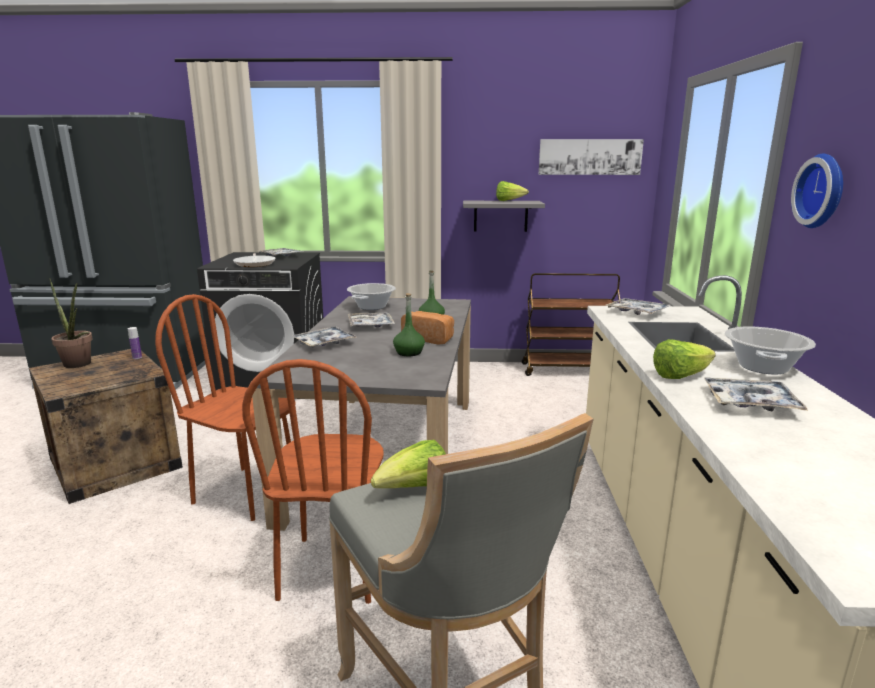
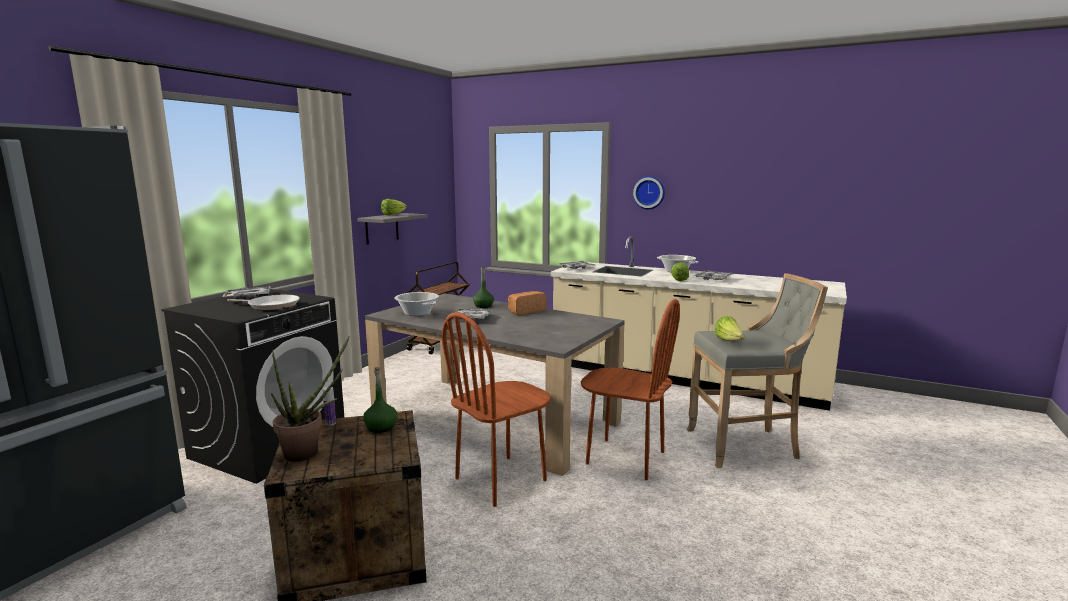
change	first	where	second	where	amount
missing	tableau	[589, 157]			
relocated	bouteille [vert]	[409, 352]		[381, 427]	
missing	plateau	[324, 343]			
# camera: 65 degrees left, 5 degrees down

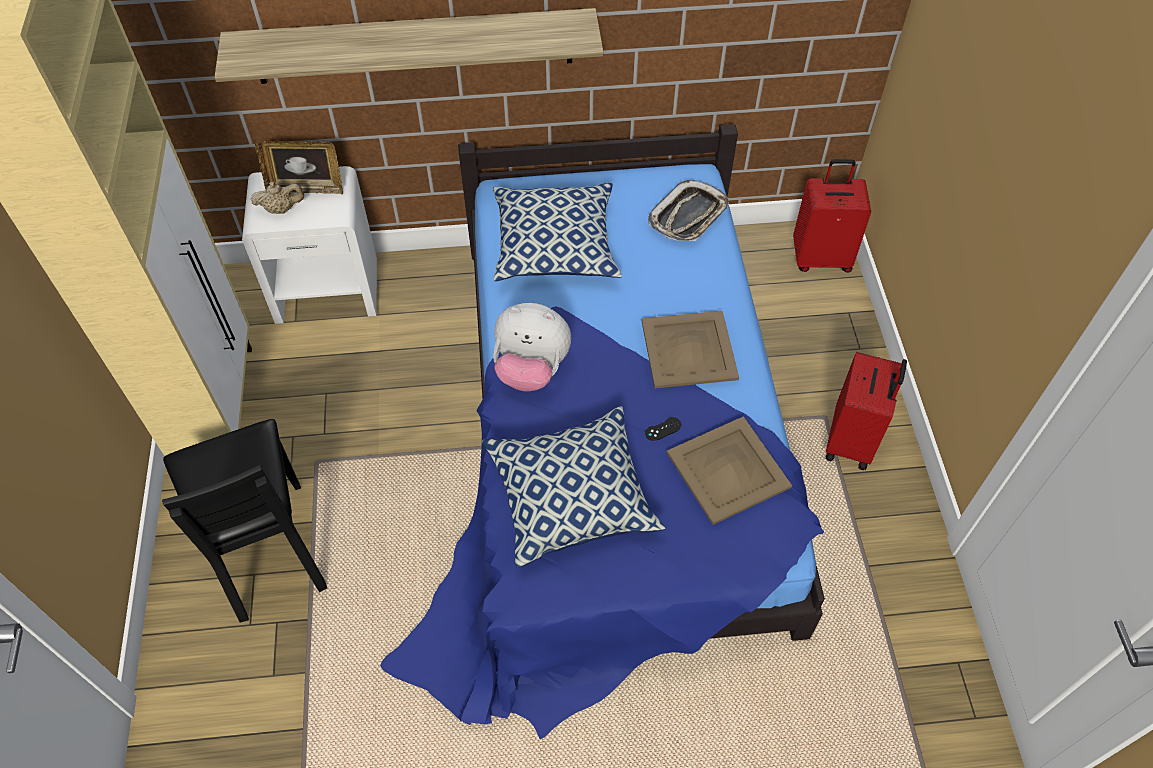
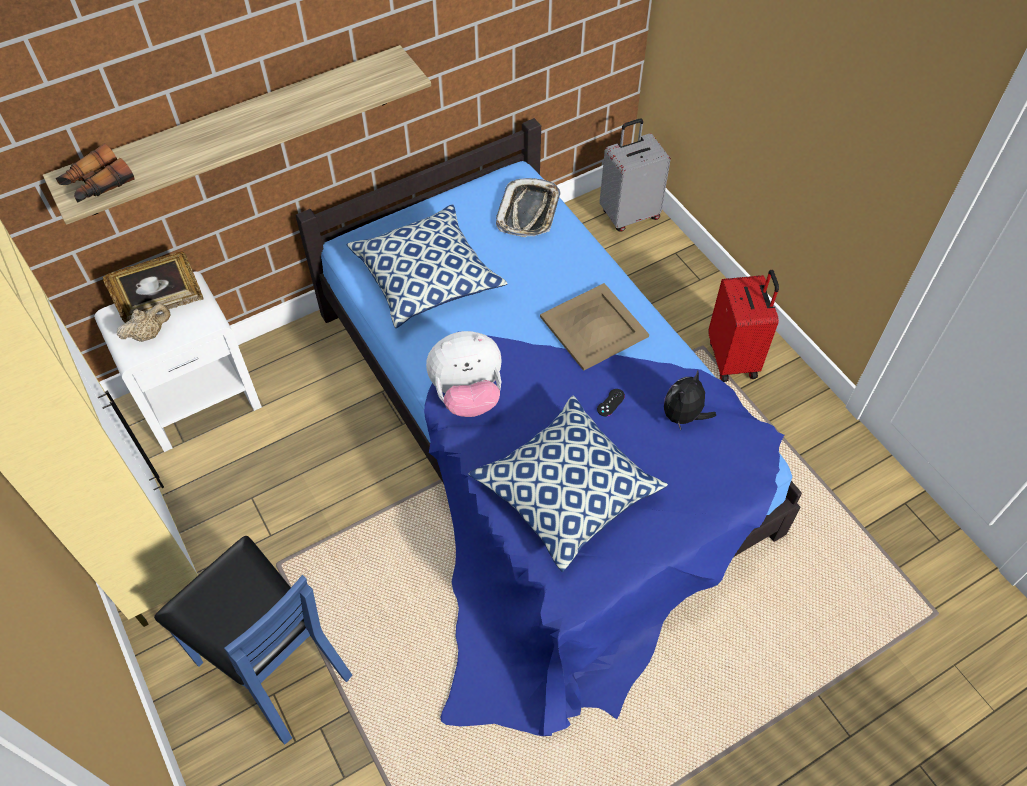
change	first	where	second	where	amount
colour	valise [rouge]	[821, 257]	valise [gris]	[629, 214]	
exchanged	plateau [beige]	[728, 471]	peluche	[683, 416]	
colour	chaise [noir]	[267, 549]	chaise [bleu]	[274, 665]	
appeared			jumelles	[97, 184]	
# camera: 25 degrees left, 0 degrees up

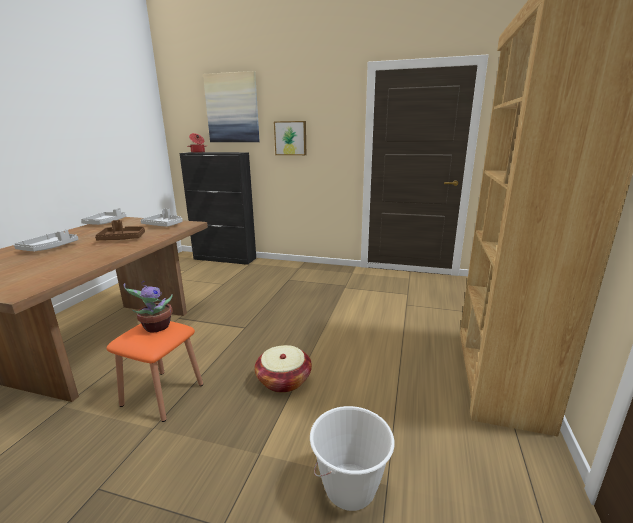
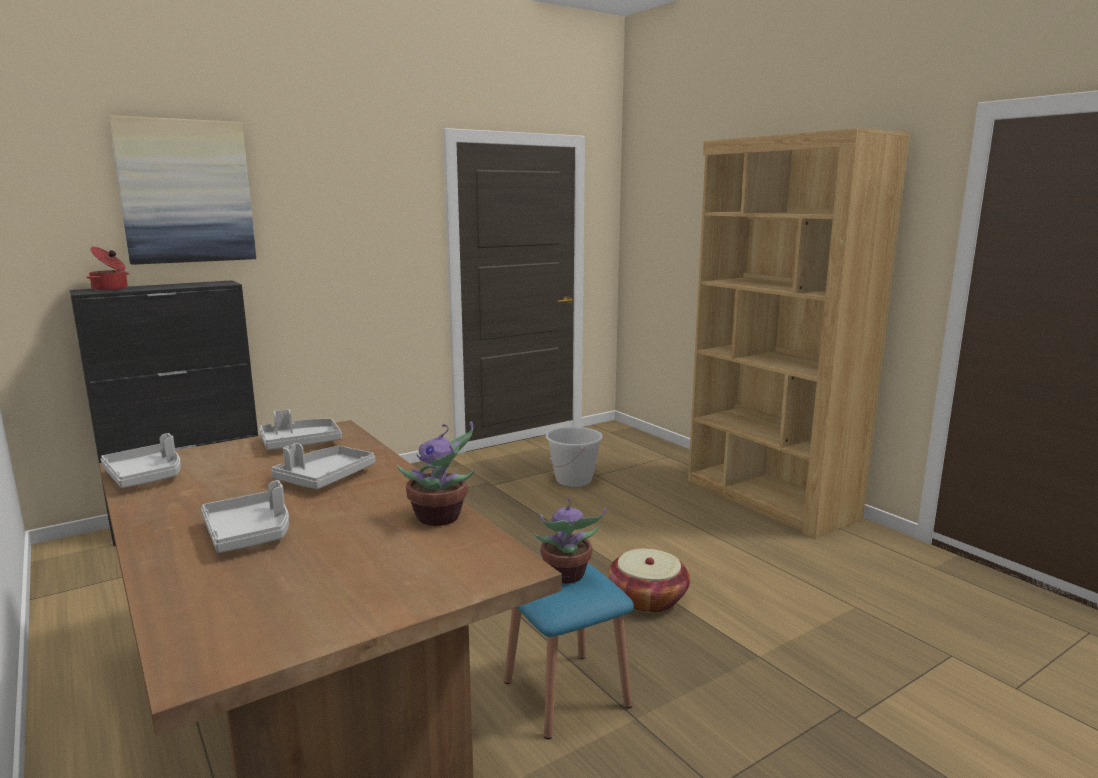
change	first	where	second	where	amount
missing	tableau	[290, 138]			
colour	plateau [marron]	[122, 239]	plateau [gris]	[325, 478]	
colour	tabouret [orange]	[163, 394]	tabouret [bleu]	[566, 693]	
relocated	seau [blanc]	[350, 487]		[574, 480]	
appeared			plante en pot	[441, 518]	
# camera: 50 degrees left, 5 degrees down

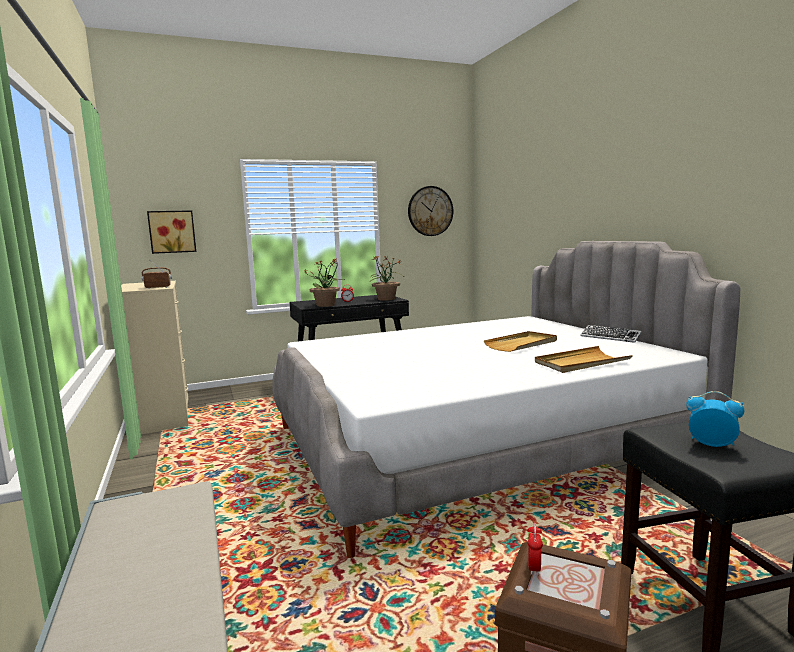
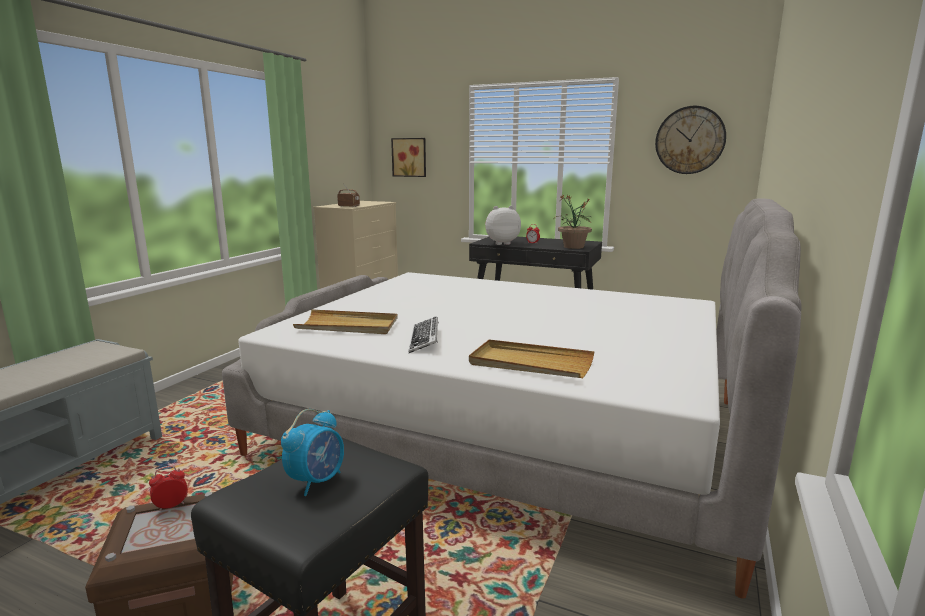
change	first	where	second	where	amount
exchanged	plante en pot	[326, 305]	peluche	[501, 243]	
relocated	clavier	[610, 337]		[424, 339]	
relocated	plateau [beige]	[522, 344]		[348, 326]	
spun	réveil	[711, 444]		[317, 480]	45 degrees clockwise
# camera: 45 degrees right, 5 degrees up

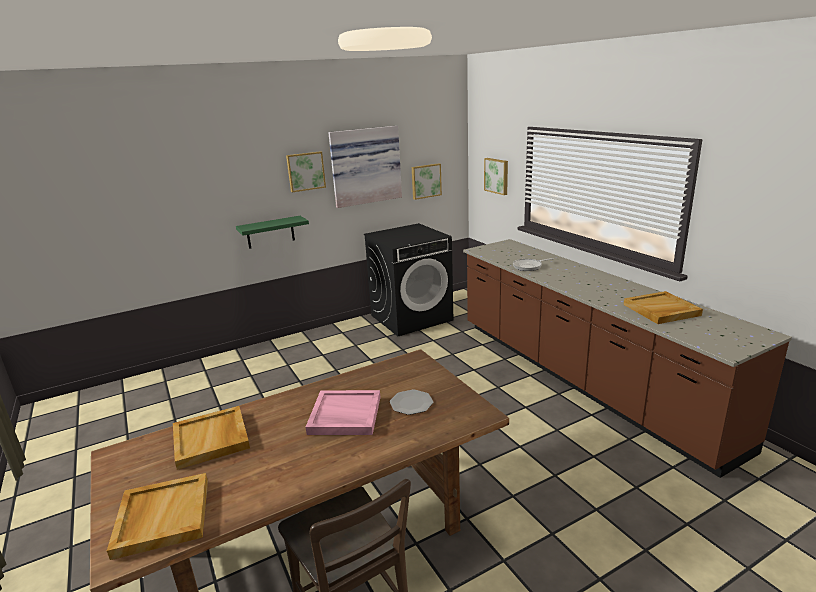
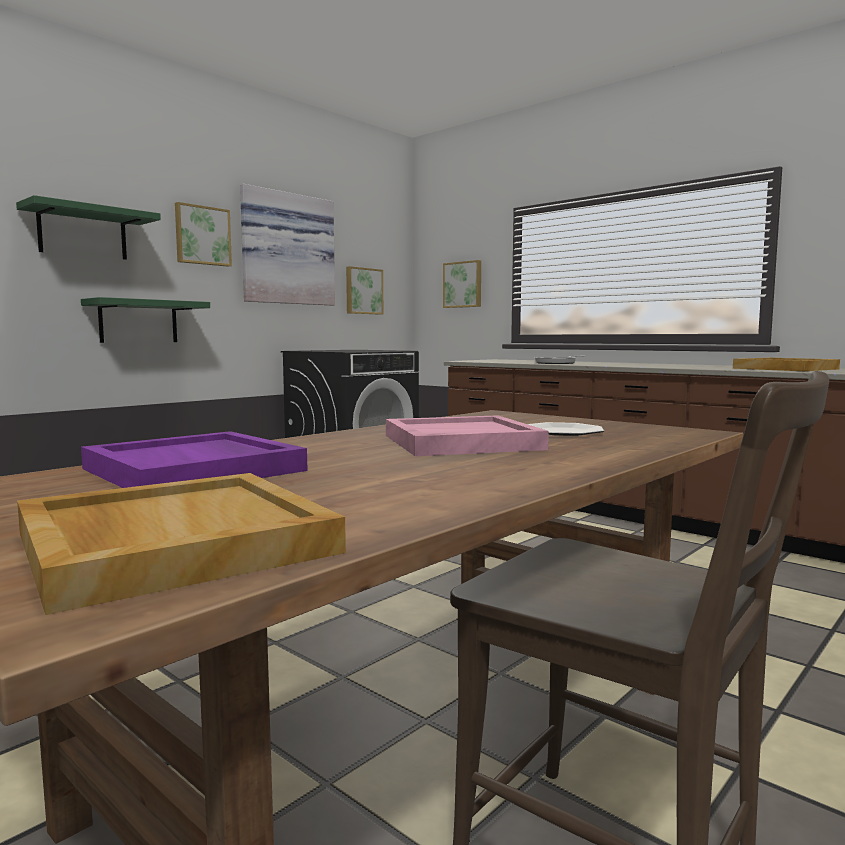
change	first	where	second	where	amount
colour	plateau [beige]	[212, 439]	plateau [violet]	[196, 469]	
appeared			étagère [vert]	[83, 233]	
# camera: 20 degrees left, 15 degrees down

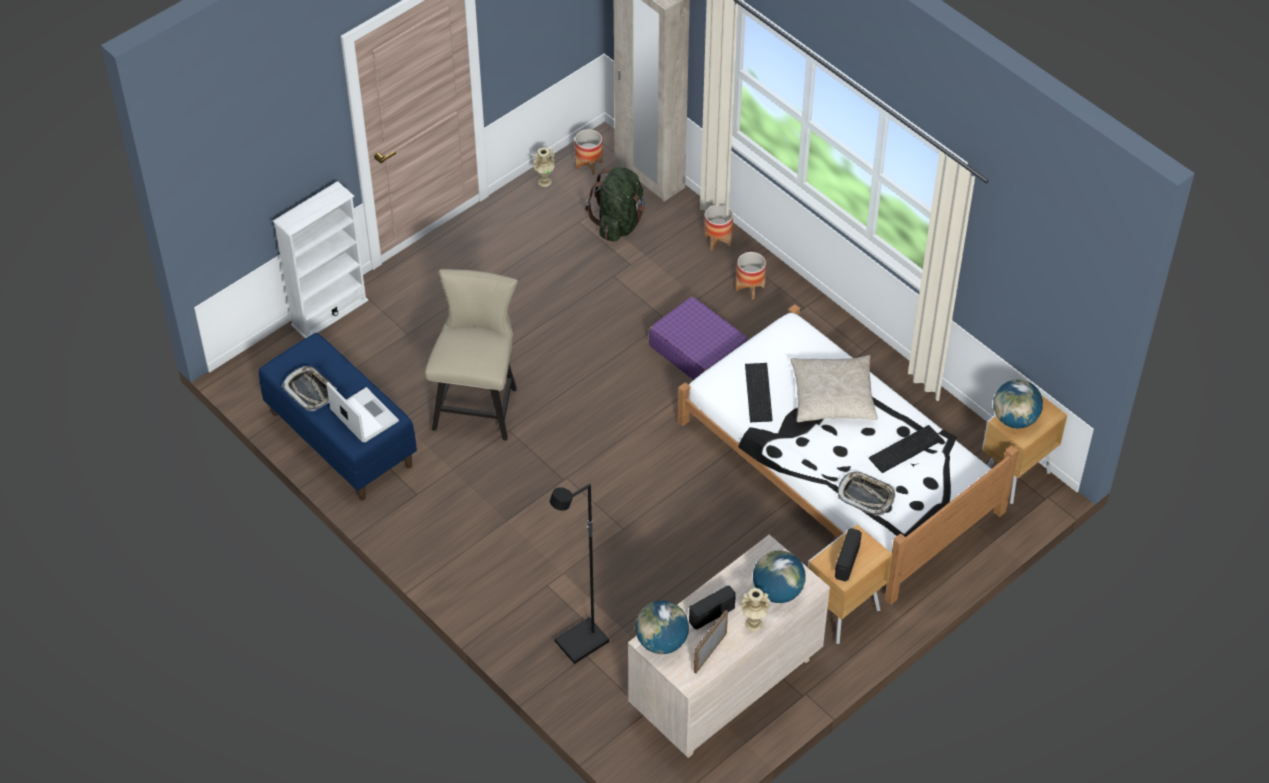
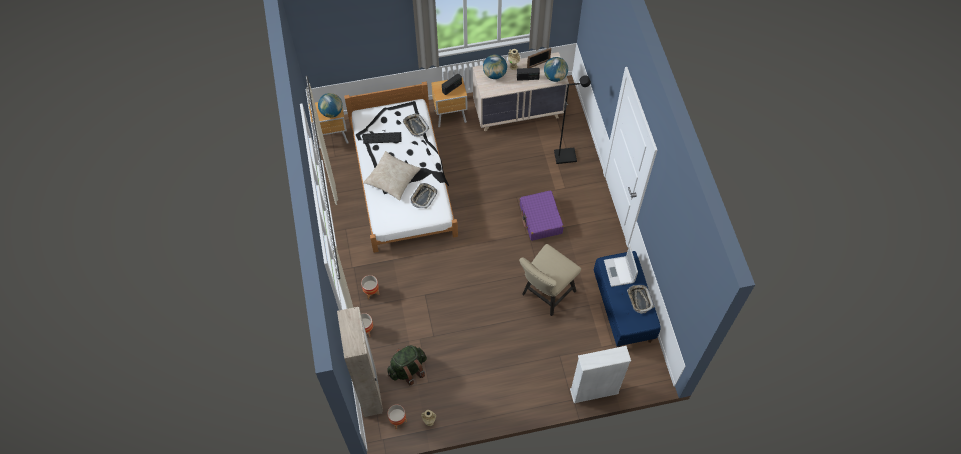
change	first	where	second	where	amount
relocated	valise [violet]	[698, 351]		[540, 219]	
exchanged	clavier	[760, 393]	plateau	[423, 197]	
# camera: 150 degrees left, 10 degrees up

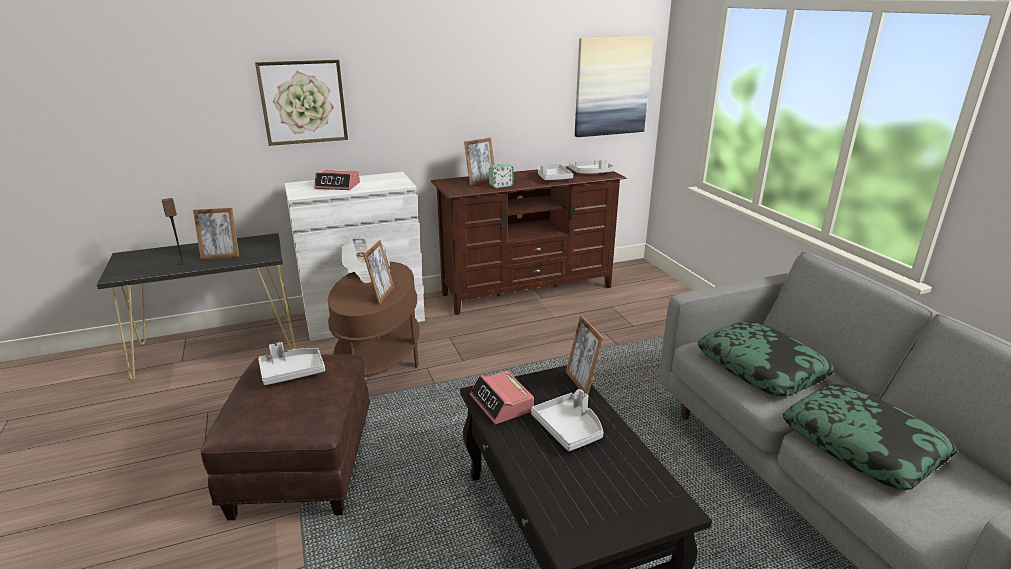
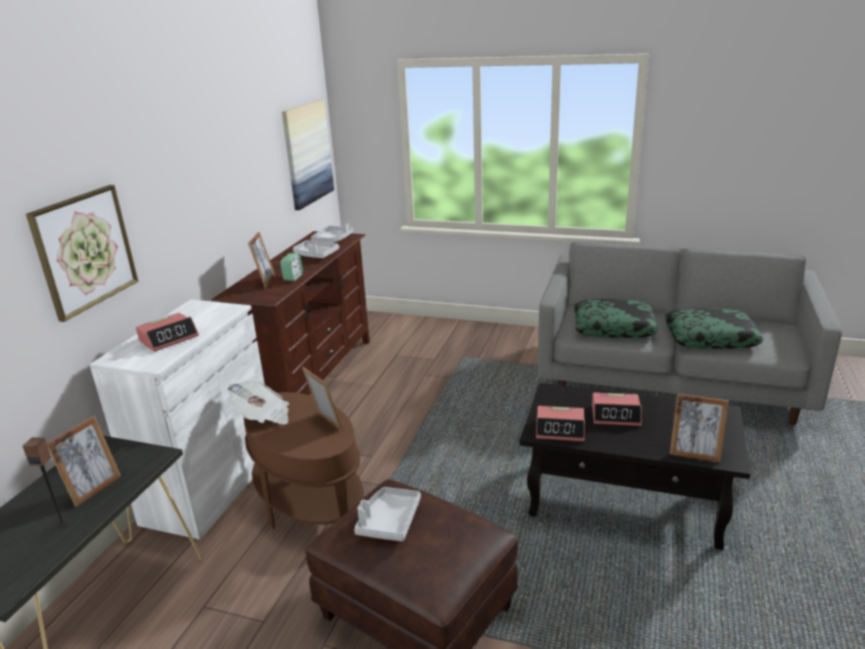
change	first	where	second	where	amount
relocated	cadre photo	[581, 383]		[694, 454]	
exchanged	plateau [gris]	[569, 429]	réveil	[616, 415]	
# camera: 50 degrees left, 0 degrees up

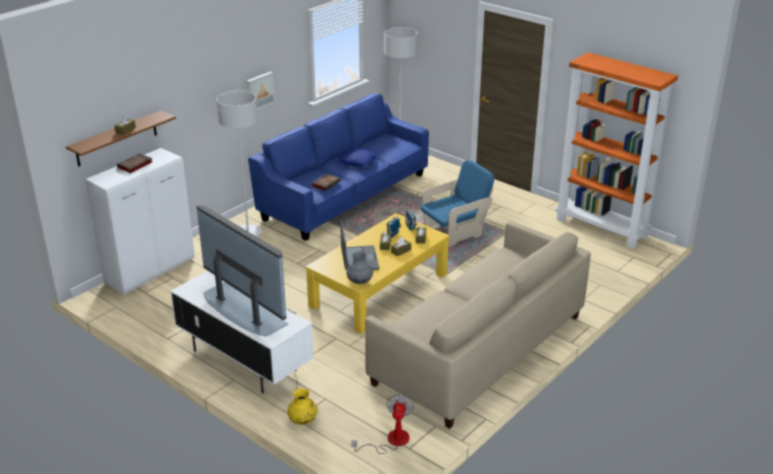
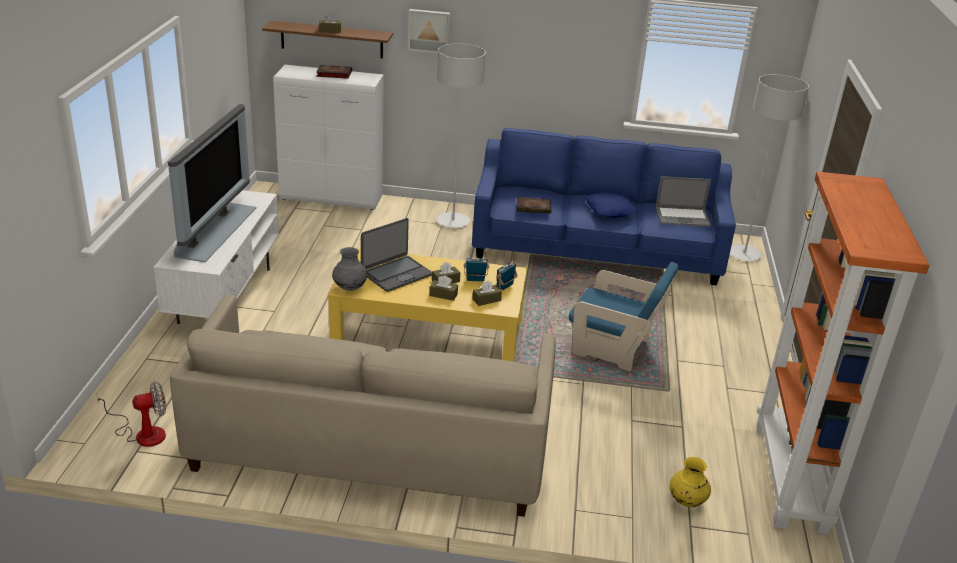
change	first	where	second	where	amount
relocated	tableau	[259, 90]		[429, 30]	
relocated	vase [jaune]	[303, 421]		[686, 501]	
appeared			ordinateur portable	[682, 217]	
# camera: 55 degrees right, 0 degrees up

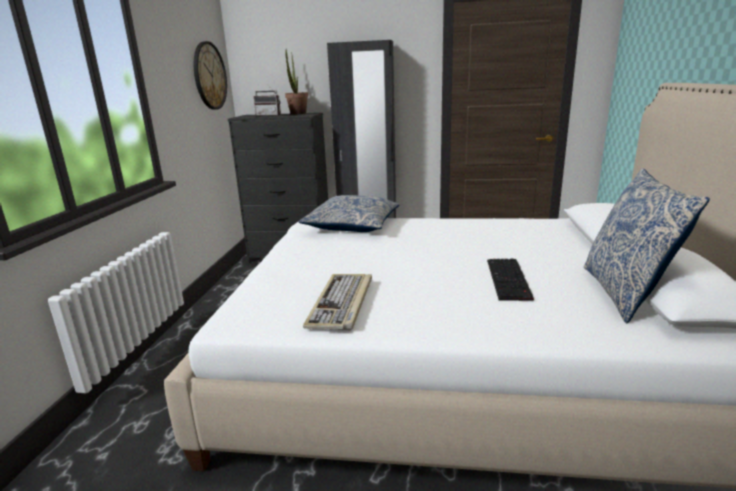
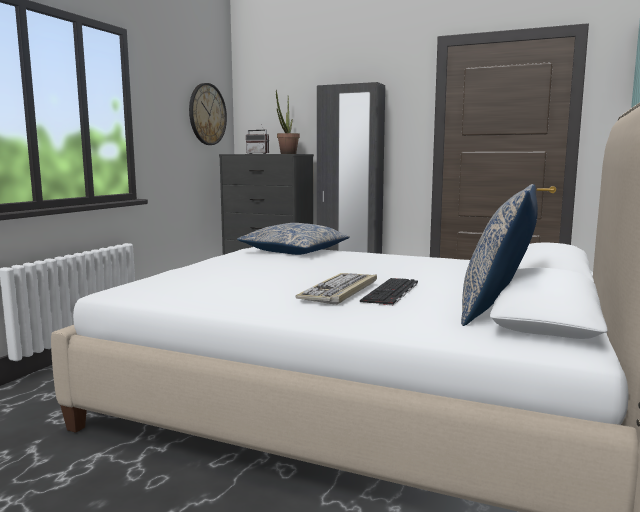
change	first	where	second	where	amount
relocated	clavier	[342, 304]		[340, 291]	
# camera: 15 degrees right, 10 degrees down

